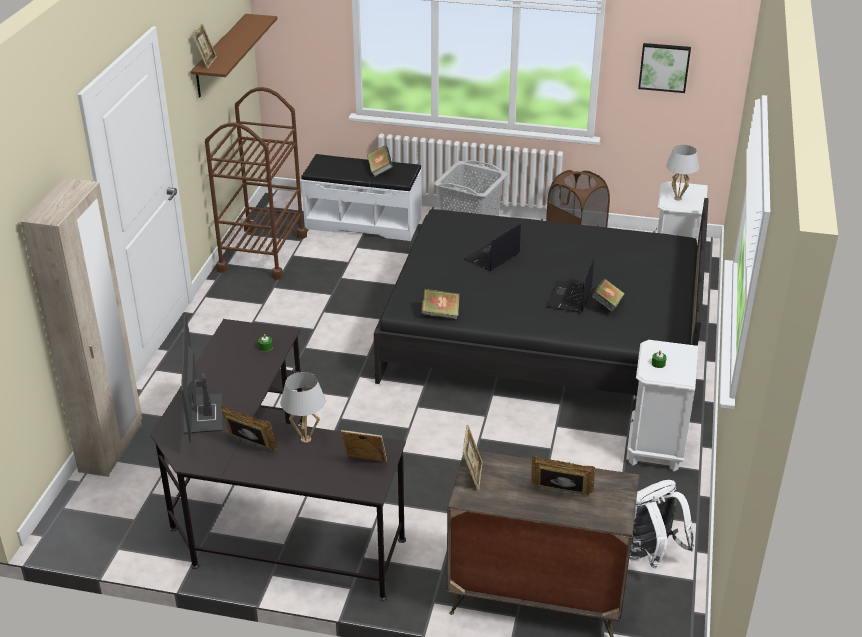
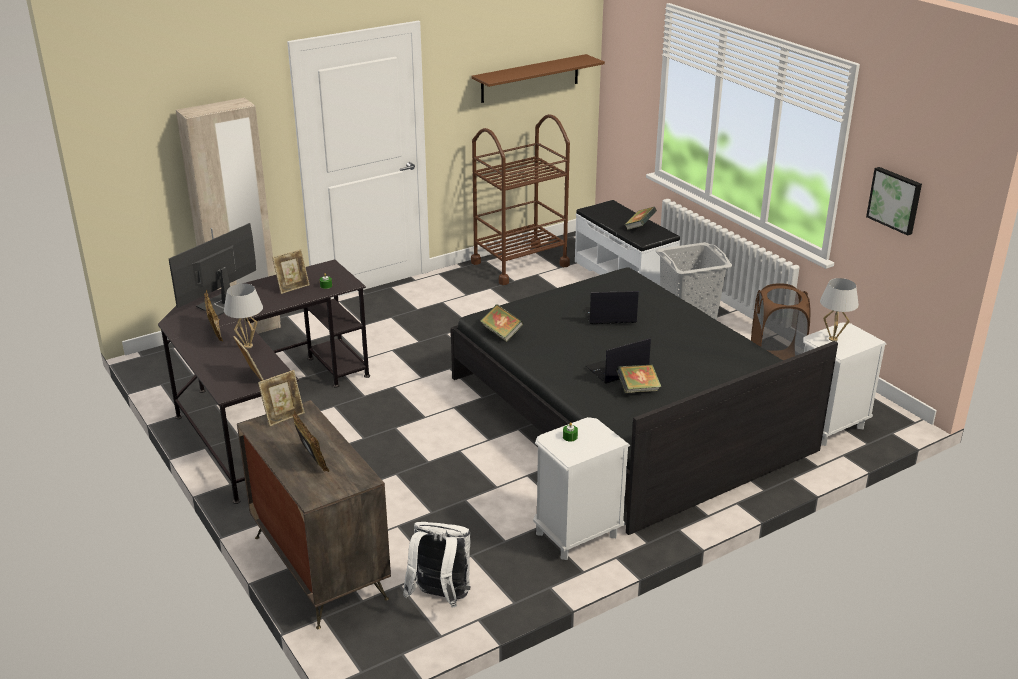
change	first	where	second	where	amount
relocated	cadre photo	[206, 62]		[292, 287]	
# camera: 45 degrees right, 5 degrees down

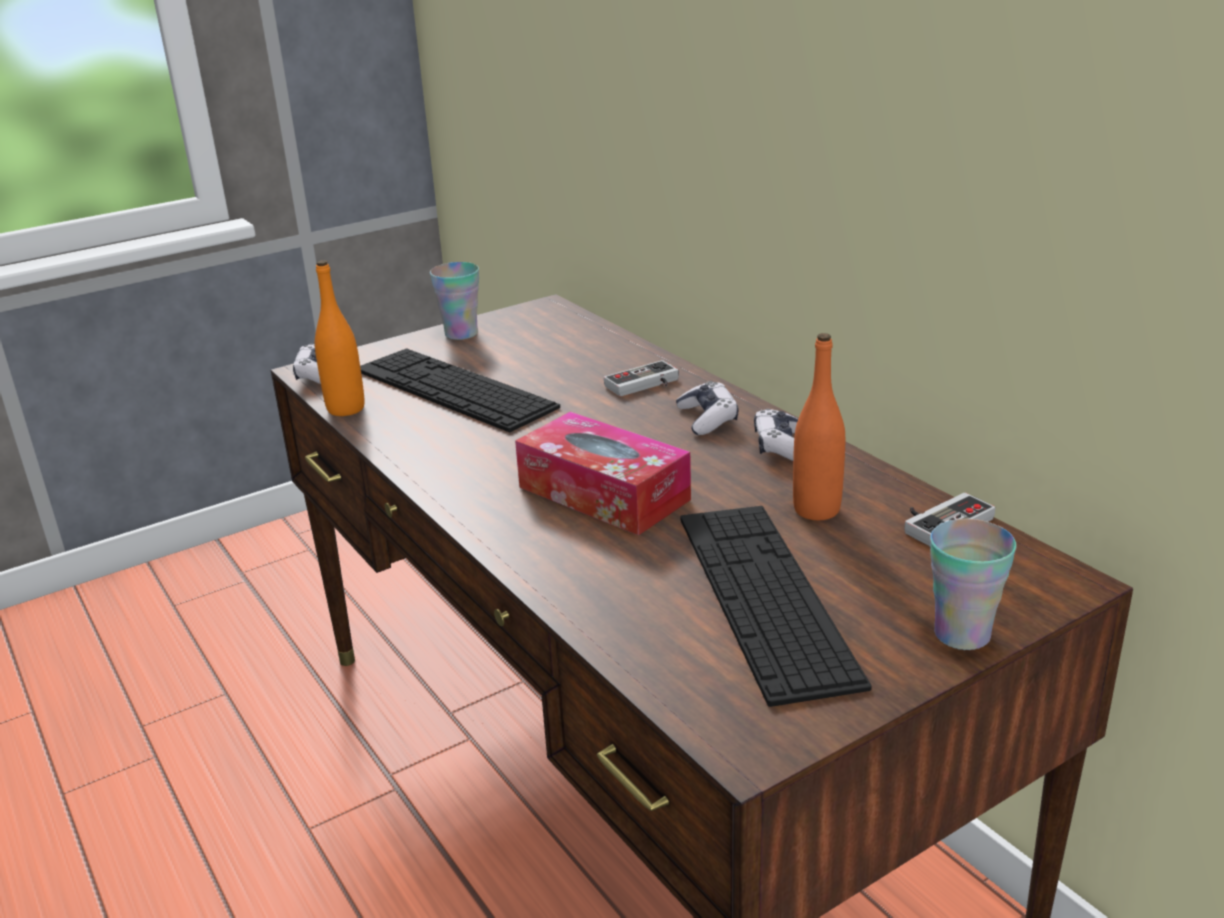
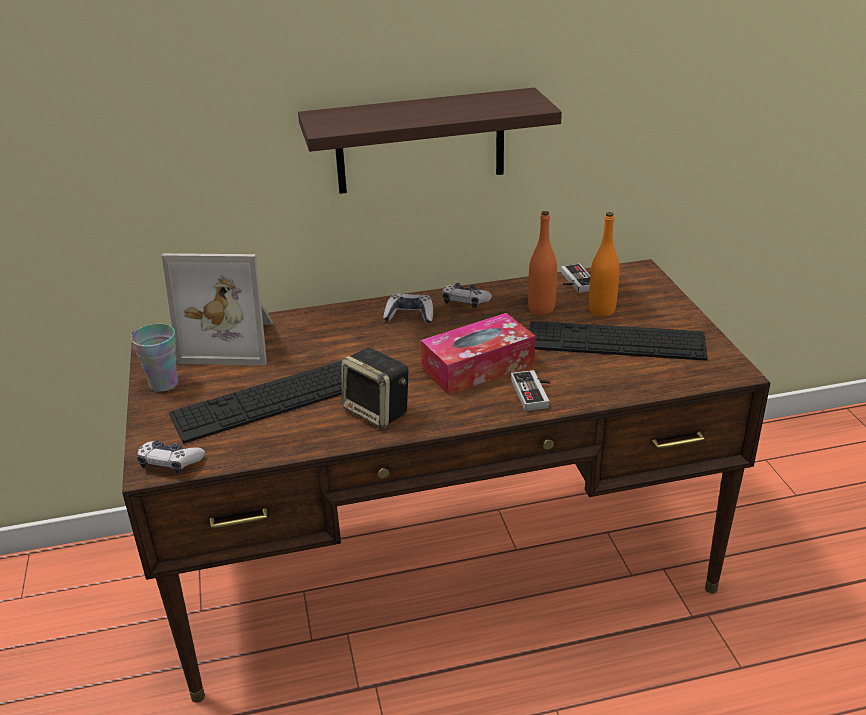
change	first	where	second	where	amount
relocated	bouteille [orange]	[346, 409]		[602, 310]	
relocated	manette	[645, 385]		[535, 393]	
missing	tasse	[962, 634]			
appeared			étagère	[420, 141]	
appeared			cadre photo	[232, 341]	
appeared			enceinte	[378, 411]	
# camera: 70 degrees left, 5 degrees up

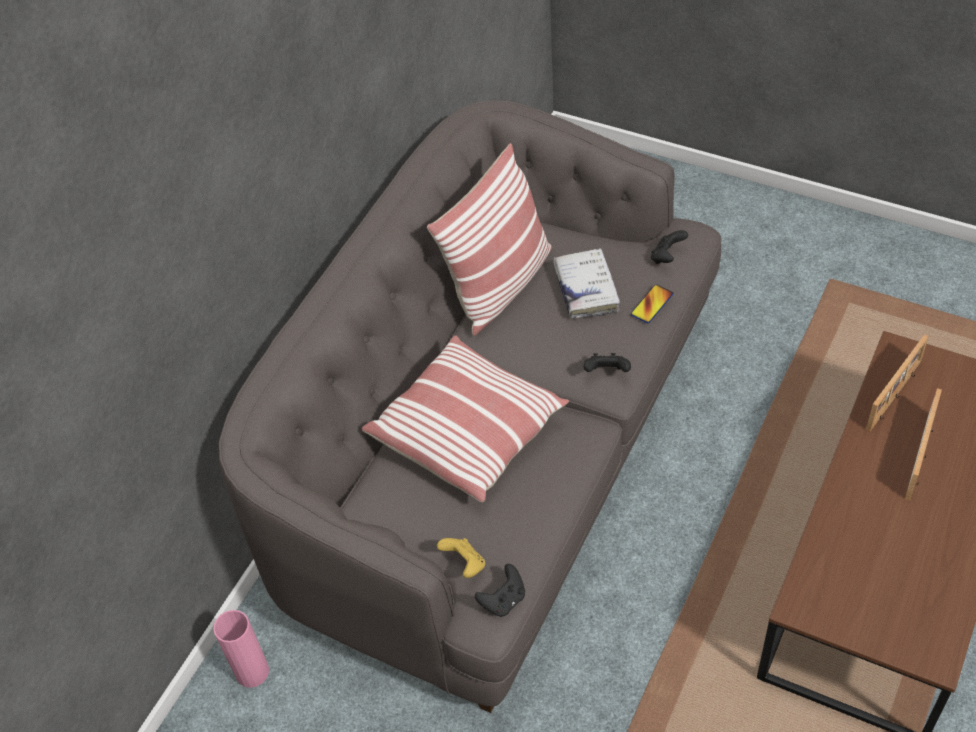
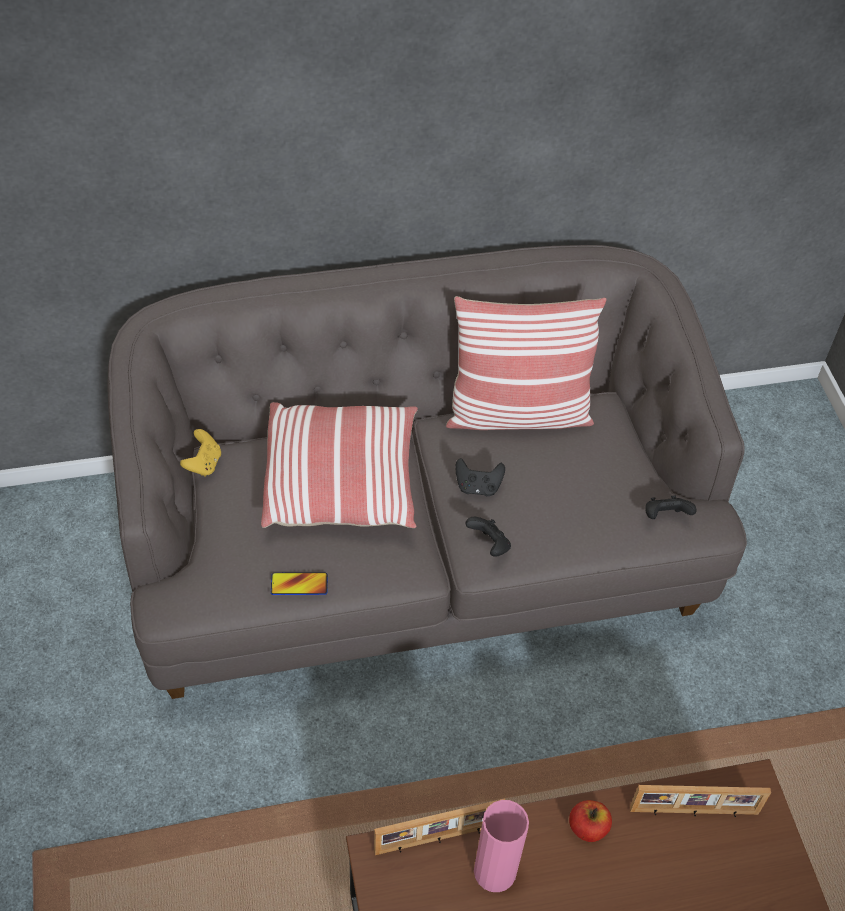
change	first	where	second	where	amount
missing	livre [blanc]	[586, 289]			
relocated	téléphone	[652, 304]		[299, 584]	
relocated	cadre photo	[921, 457]		[439, 839]	
relocated	manette [jaune]	[464, 564]		[203, 464]	
relocated	manette [noir]	[503, 600]		[478, 487]	
relocated	vase [rose]	[252, 672]		[495, 871]	
appeared			pomme	[588, 828]	
# camera: 45 degrees right, 0 degrees up

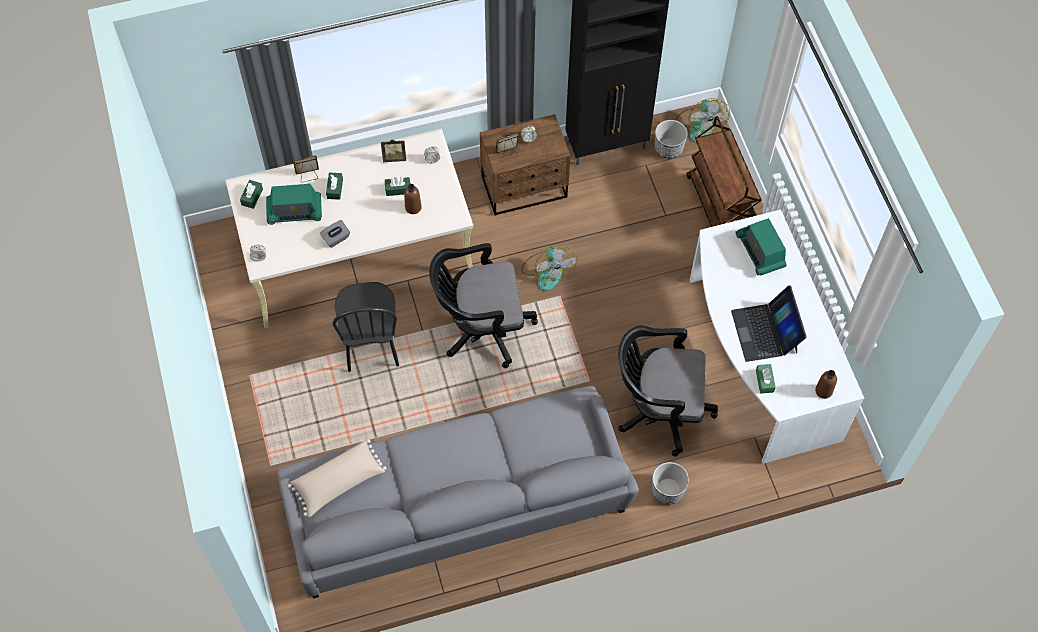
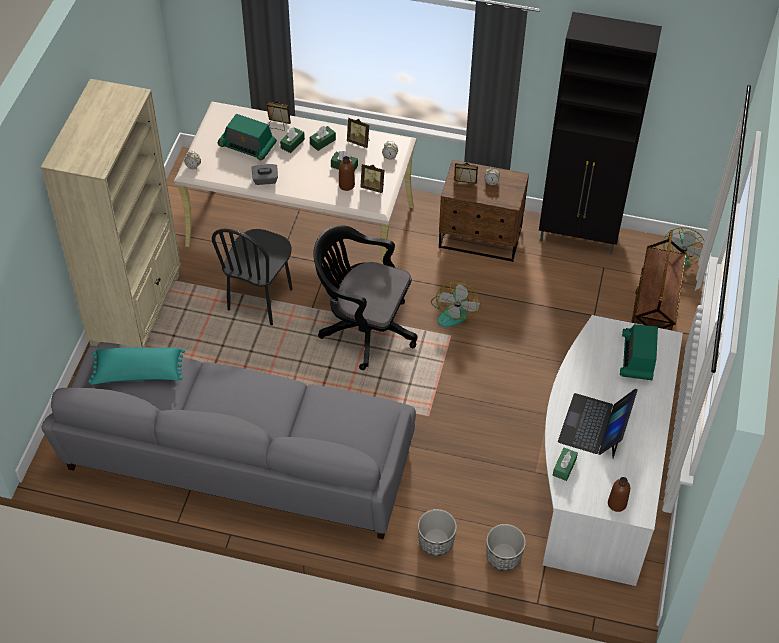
change	first	where	second	where	amount
relocated	cache-pot	[668, 148]		[503, 557]	
relocated	boîte à mouchoirs [vert]	[252, 197]		[322, 142]	
missing	chaise de bureau [noir]	[658, 409]			
colour	coussin [beige]	[339, 482]	coussin [turquoise]	[138, 373]	
appeared			bibliothèque [beige]	[137, 309]	
appeared			cadre photo	[373, 187]	
# camera: 30 degrees right, 10 degrees down

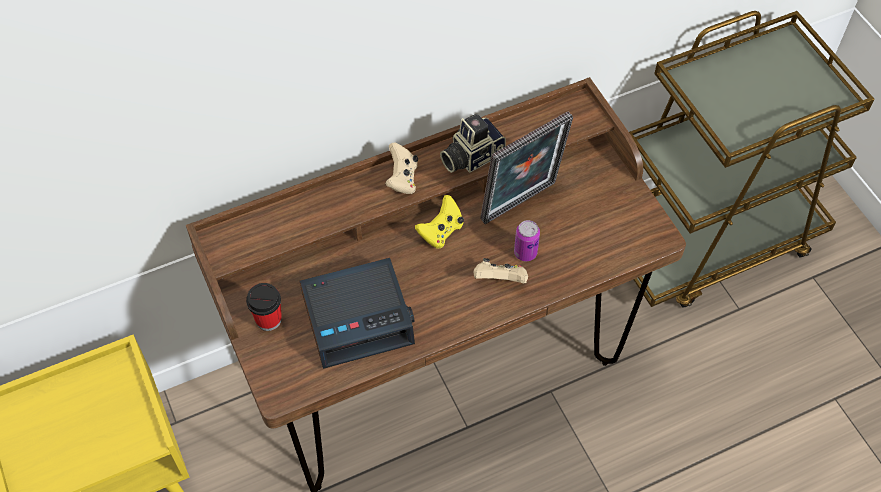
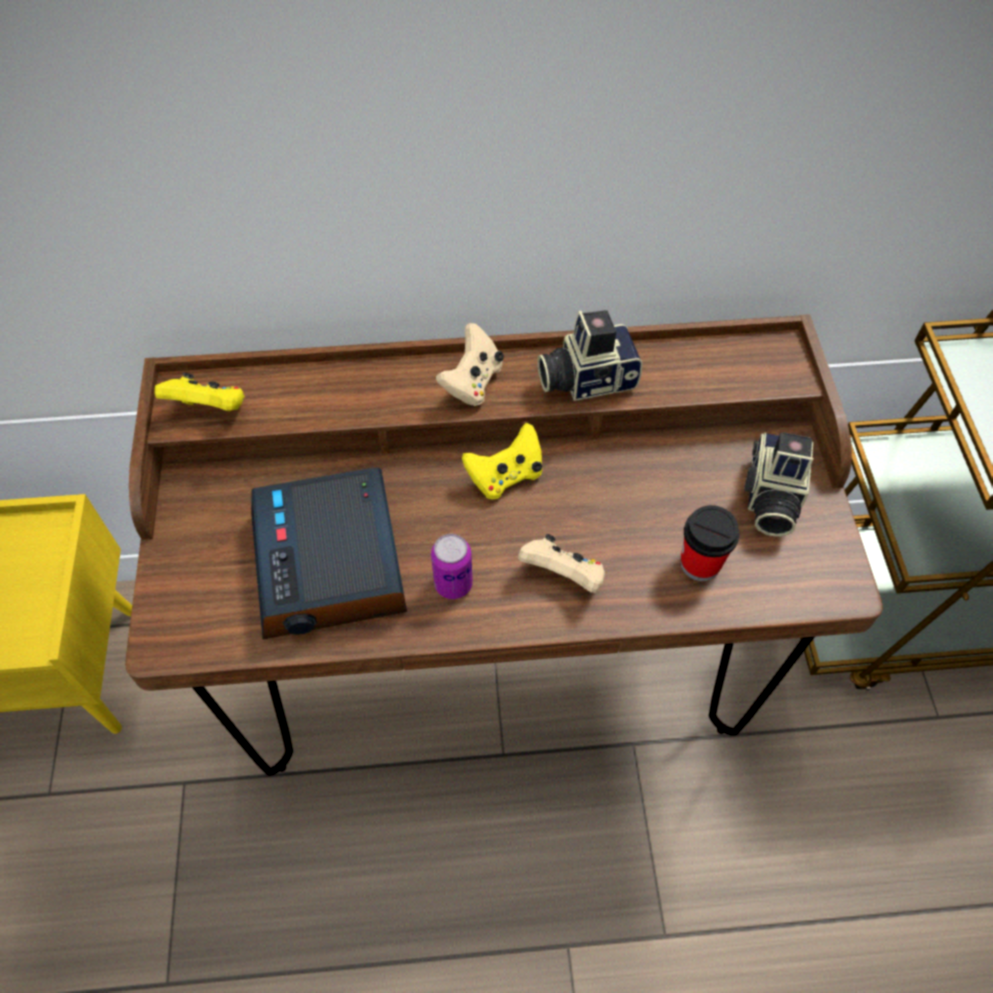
change	first	where	second	where	amount
missing	cadre photo	[521, 205]			
relocated	boîte métallique	[525, 253]		[453, 584]	
spun	réveil	[358, 317]		[330, 564]	75 degrees clockwise
relocated	tasse	[268, 319]		[700, 563]	
appeared			manette [jaune]	[209, 409]	
appeared			appareil photo	[770, 498]	
# camera: 20 degrees right, 0 degrees up

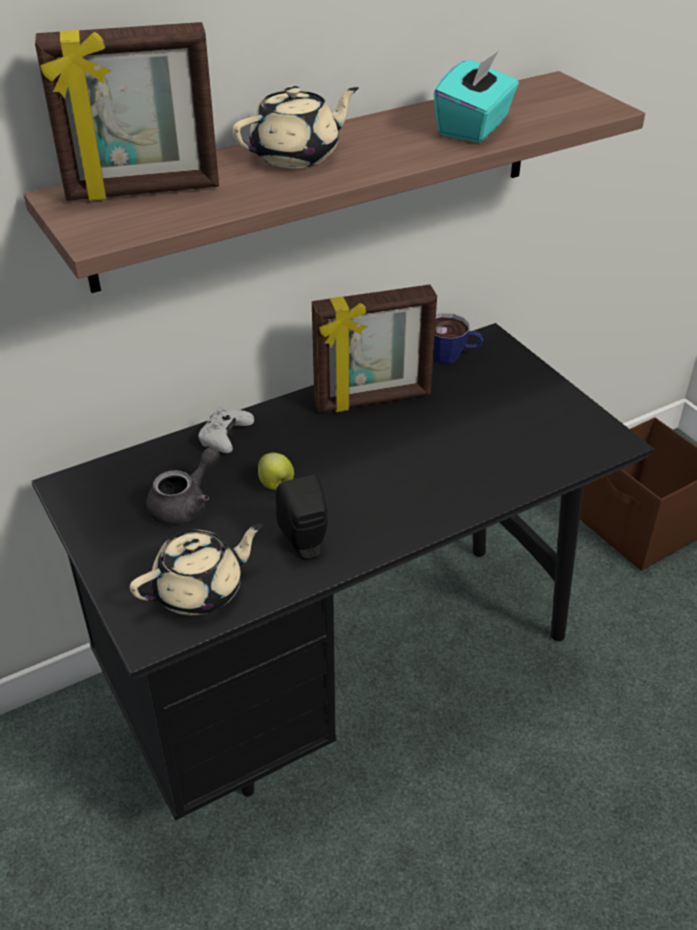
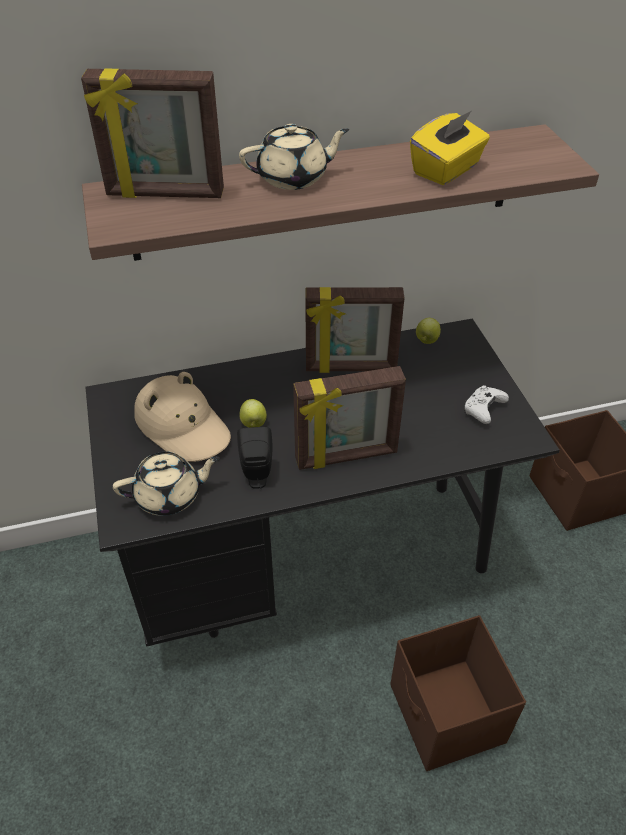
change	first	where	second	where	amount
colour	boîte à mouchoirs [turquoise]	[474, 127]	boîte à mouchoirs [jaune]	[446, 170]	
exchanged	tasse	[452, 355]	pomme	[426, 340]	
relocated	manette [blanc]	[225, 438]		[483, 409]	
exchanged	théière [gris]	[185, 504]	chapeau [beige]	[183, 426]	
appeared			cadre photo	[346, 457]	
appeared			boîte de rangement [marron]	[446, 715]	
# camera: 15 degrees right, 5 degrees up

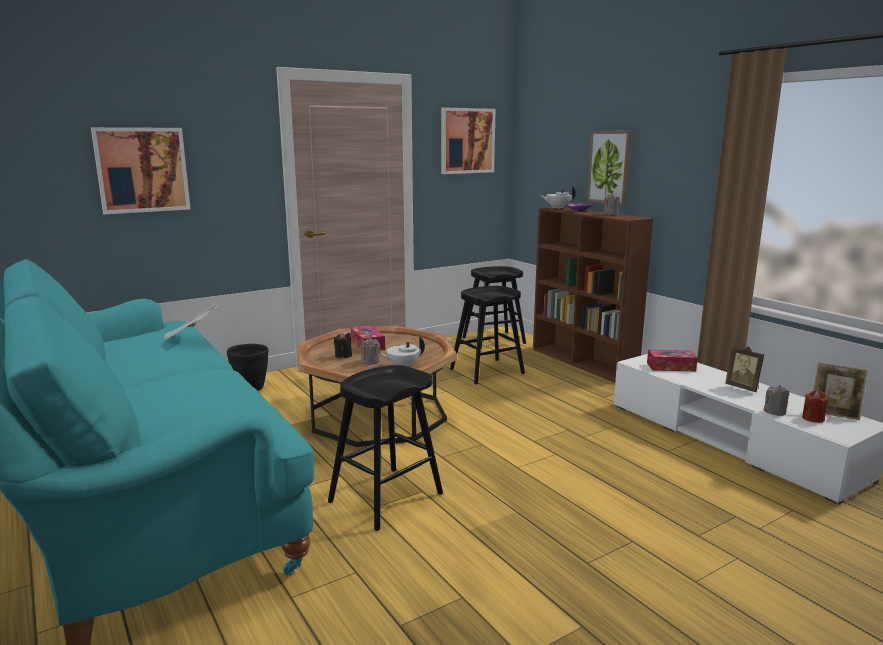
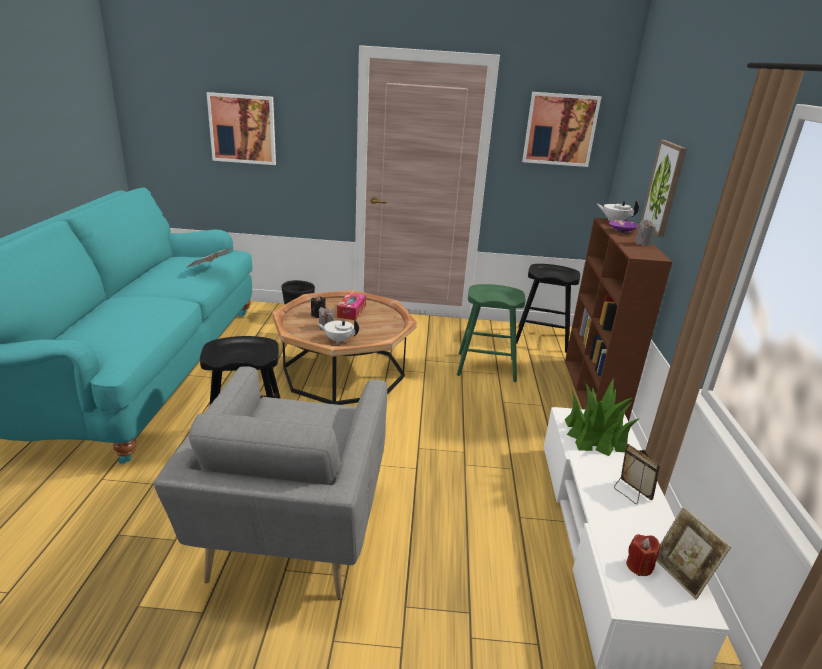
change	first	where	second	where	amount
colour	tabouret [noir]	[486, 371]	tabouret [vert]	[486, 367]	
spun	cadre photo	[743, 387]		[630, 493]	150 degrees clockwise
exchanged	boîte à mouchoirs	[671, 367]	plante en pot	[596, 435]	
missing	bougie [gris]	[775, 412]			
appeared			fauteuil [gris]	[291, 535]	
# camera: 35 degrees right, 10 degrees up

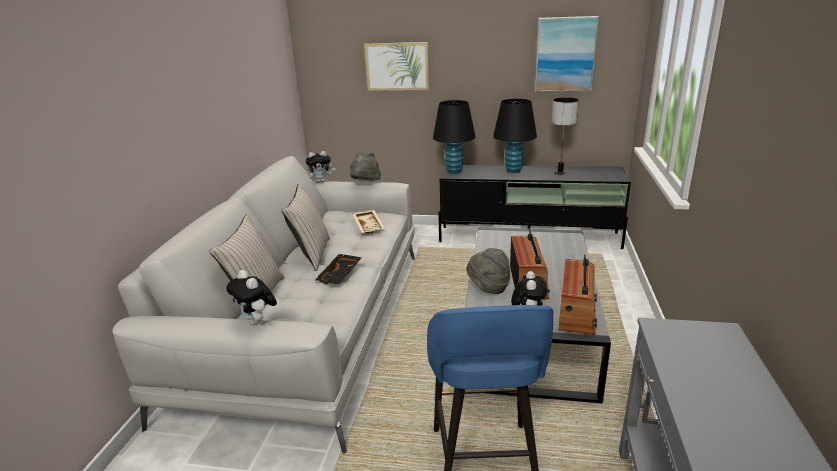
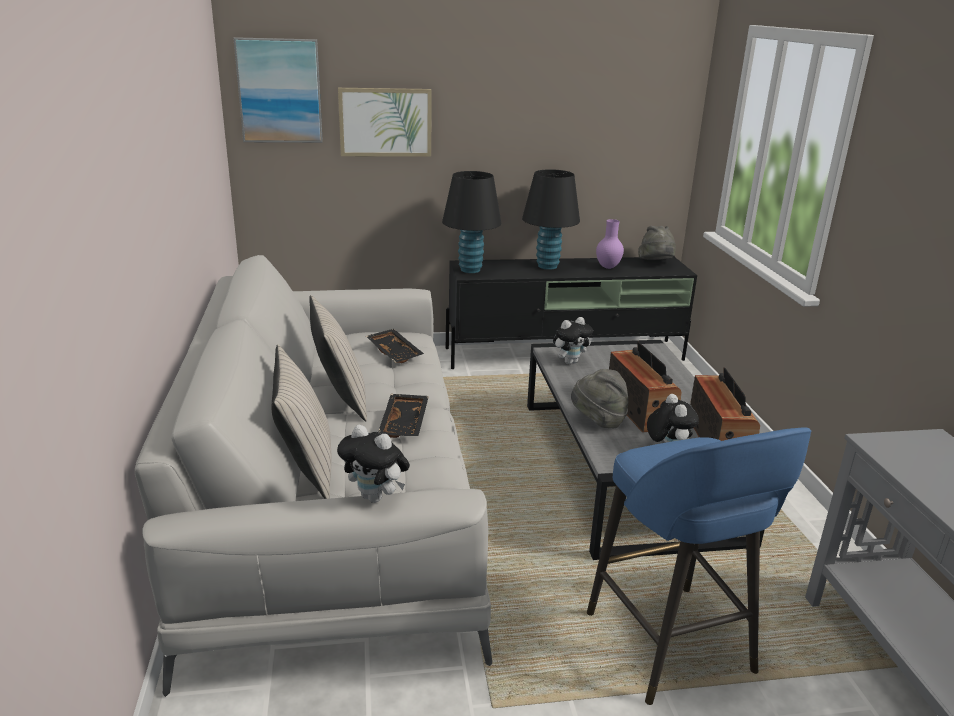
change	first	where	second	where	amount
relocated	tableau	[565, 54]		[279, 91]	
exchanged	lampe de table	[560, 173]	vase [violet]	[607, 267]	
relocated	peluche	[321, 181]		[570, 361]	
relocated	chapeau [gris]	[365, 184]		[656, 264]	
colour	plateau [beige]	[369, 226]	plateau [noir]	[395, 352]	
# camera: 20 degrees left, 0 degrees up

